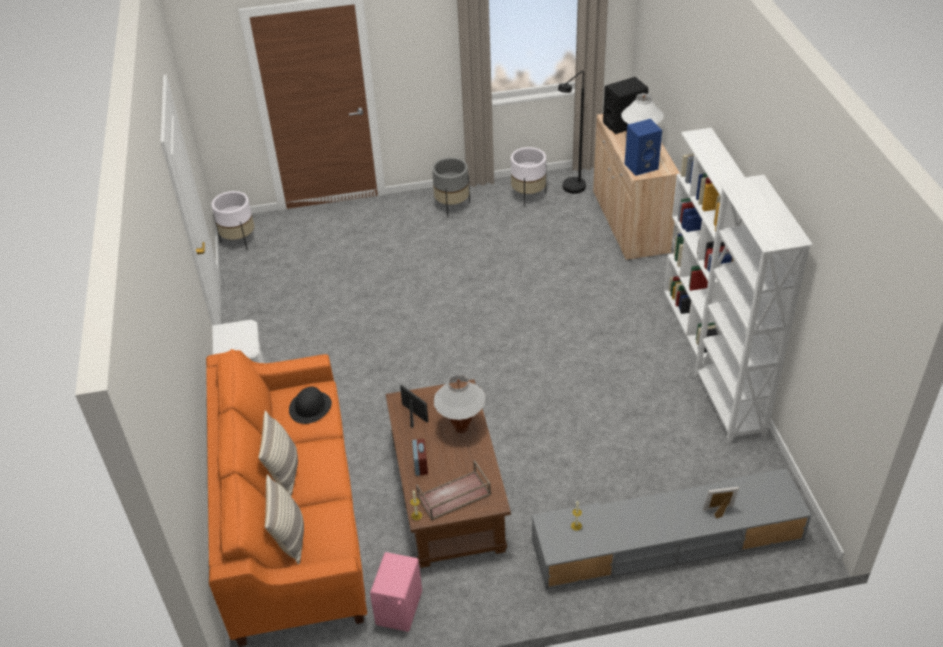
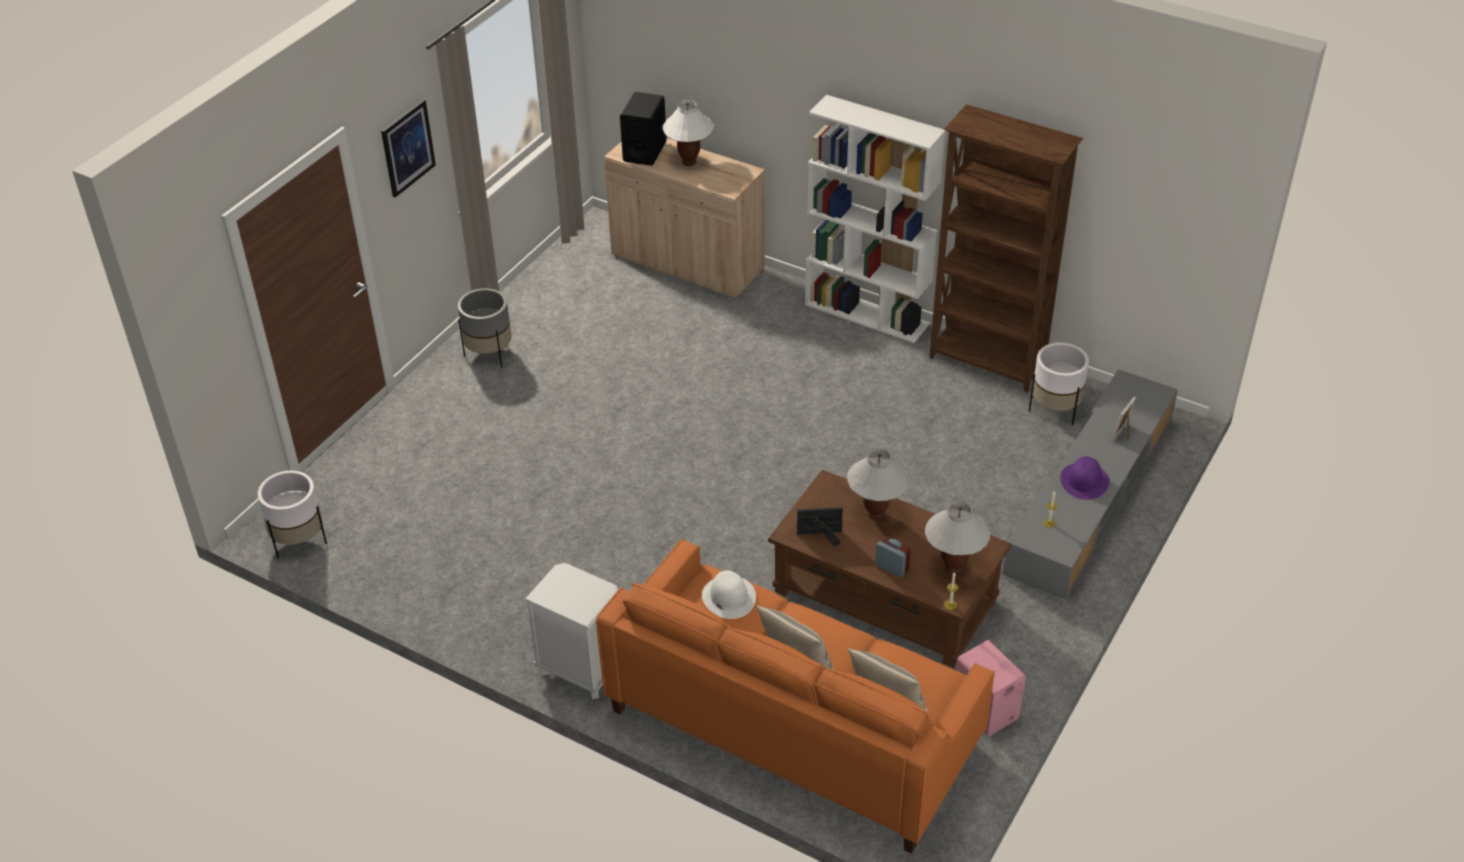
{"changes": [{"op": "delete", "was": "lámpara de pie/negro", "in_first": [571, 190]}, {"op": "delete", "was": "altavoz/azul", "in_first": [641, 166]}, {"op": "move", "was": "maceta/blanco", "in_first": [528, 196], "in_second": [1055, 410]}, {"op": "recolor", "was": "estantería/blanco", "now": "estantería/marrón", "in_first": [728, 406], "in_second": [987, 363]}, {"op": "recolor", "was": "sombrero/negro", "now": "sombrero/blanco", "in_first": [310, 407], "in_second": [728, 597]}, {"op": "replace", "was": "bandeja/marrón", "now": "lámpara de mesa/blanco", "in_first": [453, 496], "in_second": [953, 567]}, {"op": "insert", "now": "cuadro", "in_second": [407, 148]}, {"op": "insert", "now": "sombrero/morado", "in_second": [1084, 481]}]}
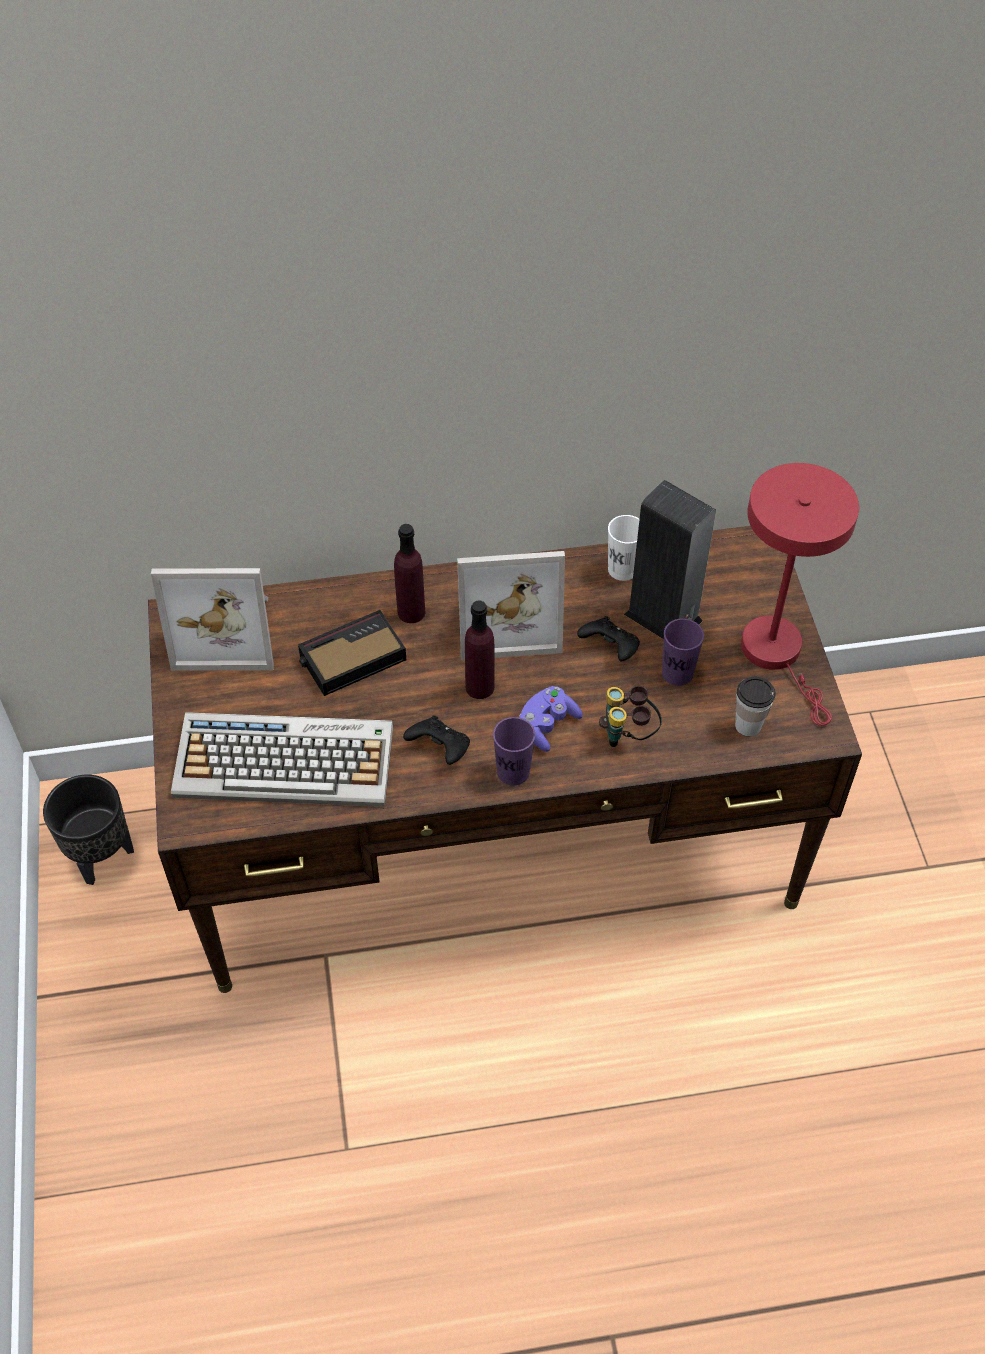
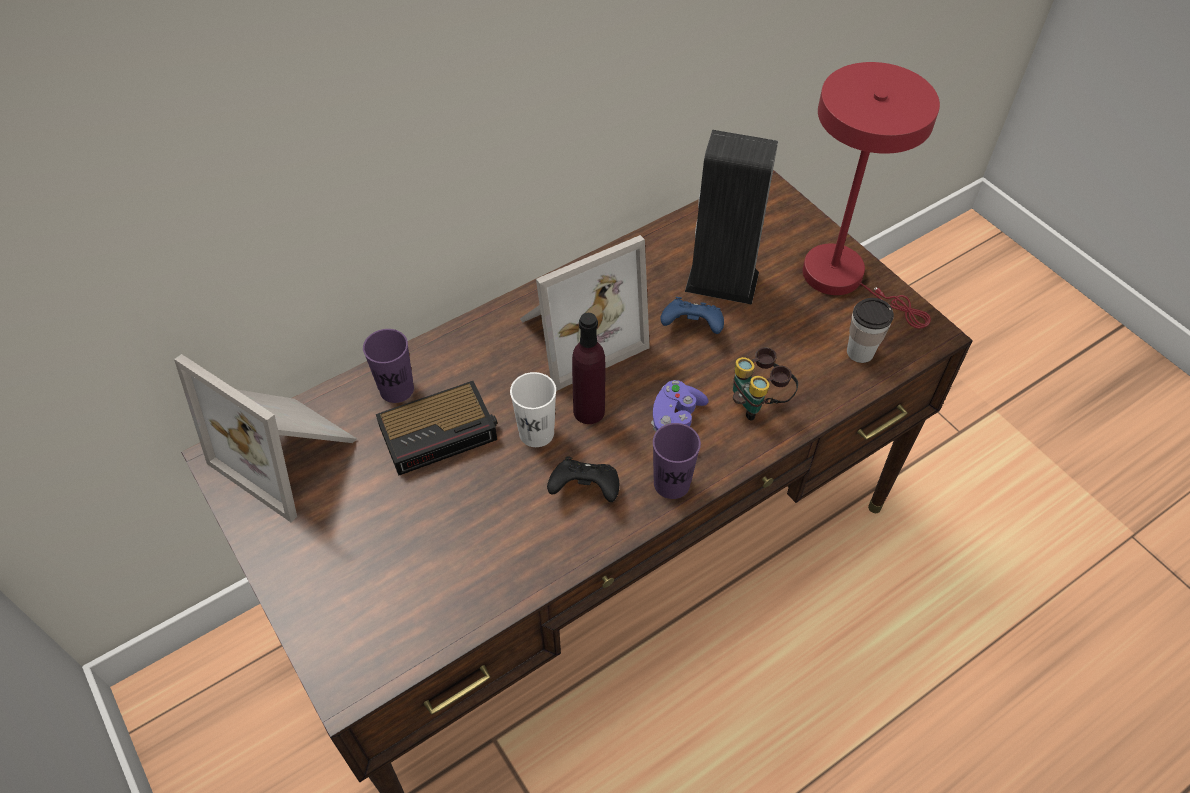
{"changes": [{"op": "move", "was": "taza/blanco", "in_first": [622, 569], "in_second": [536, 433]}, {"op": "delete", "was": "botella/morado", "in_first": [411, 612]}, {"op": "rotate", "was": "portarretratos", "in_first": [227, 631], "in_second": [289, 453], "clockwise": 60}, {"op": "rotate", "was": "despertador", "in_first": [350, 659], "in_second": [440, 432], "clockwise": -150}, {"op": "recolor", "was": "mando de consola/negro", "now": "mando de consola/azul", "in_first": [610, 649], "in_second": [691, 328]}, {"op": "move", "was": "taza/morado", "in_first": [677, 673], "in_second": [396, 389]}, {"op": "delete", "was": "teclado", "in_first": [287, 761]}, {"op": "delete", "was": "maceta/negro", "in_first": [101, 856]}]}
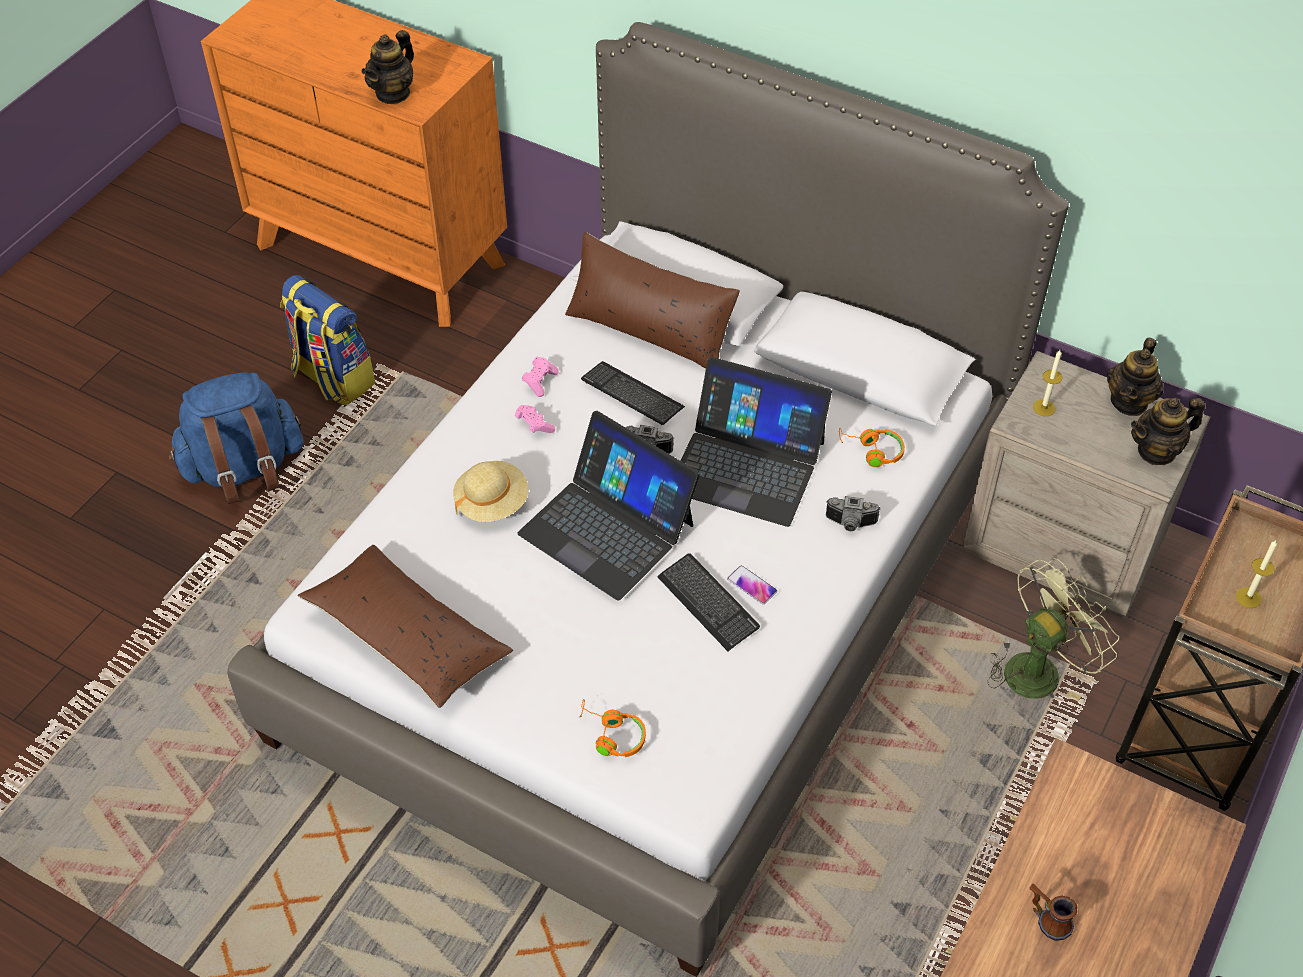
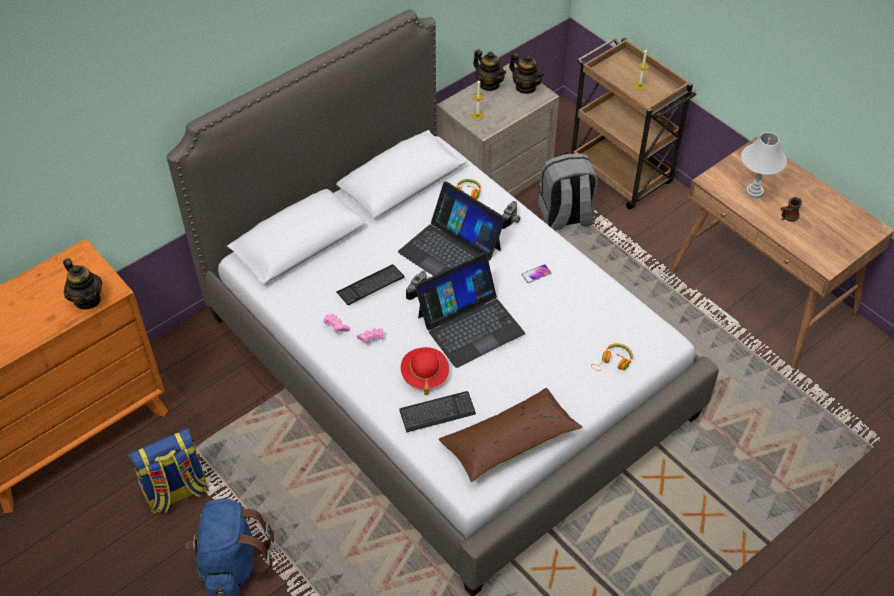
{"changes": [{"op": "delete", "was": "cojín/marrón", "in_first": [650, 330]}, {"op": "rotate", "was": "portátil", "in_first": [747, 465], "in_second": [450, 250], "clockwise": 90}, {"op": "rotate", "was": "tetera", "in_first": [1157, 451], "in_second": [525, 87], "clockwise": -45}, {"op": "recolor", "was": "sombrero/beis", "now": "sombrero/rojo", "in_first": [492, 503], "in_second": [424, 375]}, {"op": "move", "was": "teclado", "in_first": [708, 603], "in_second": [437, 412]}, {"op": "replace", "was": "ventilador/verde", "now": "mochila/gris", "in_first": [1039, 668], "in_second": [565, 217]}, {"op": "insert", "now": "lámpara de mesa/blanco", "in_second": [753, 192]}]}
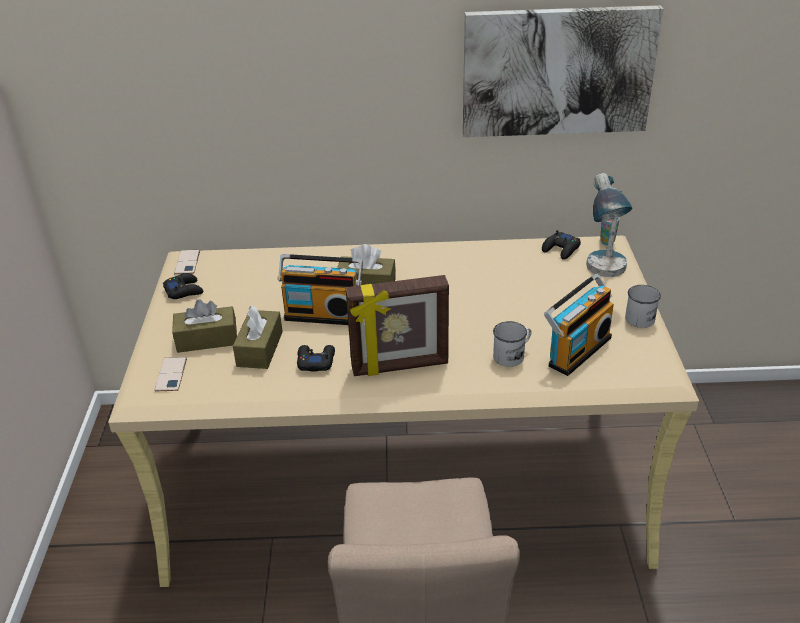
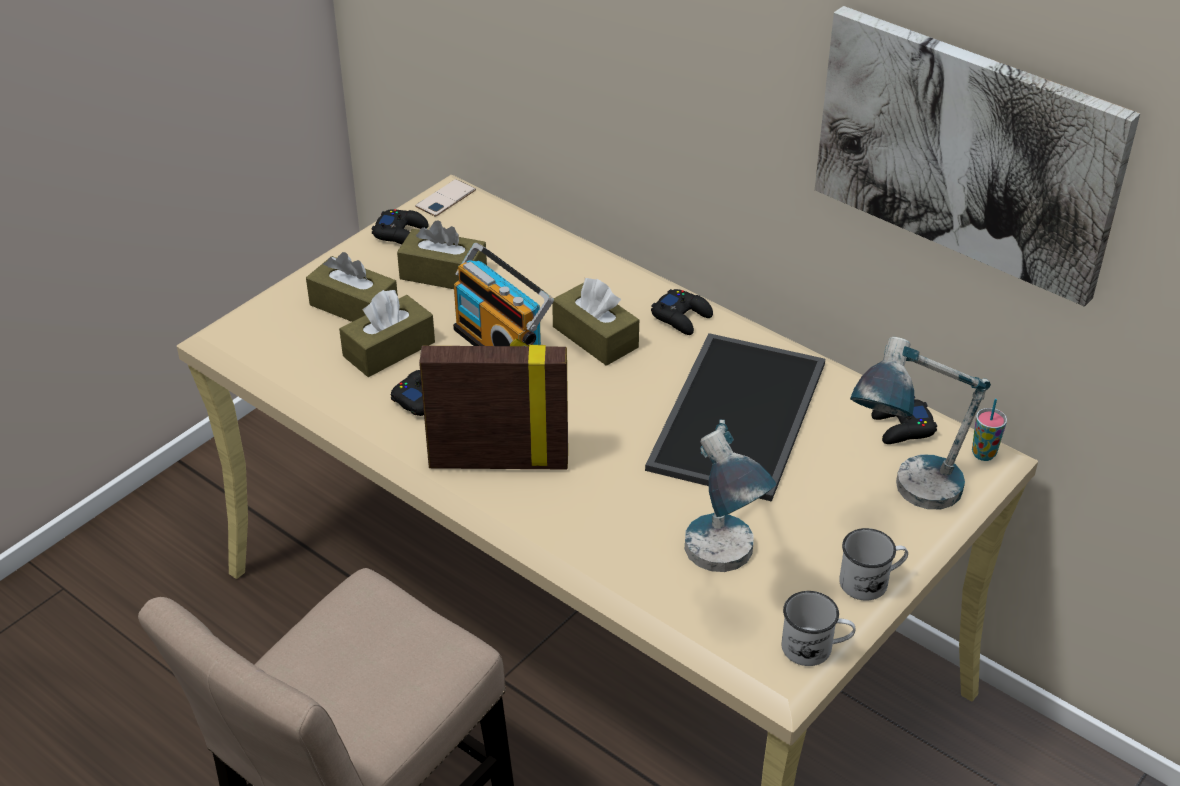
{"changes": [{"op": "replace", "was": "radio", "now": "lámpara de mesa", "in_first": [576, 350], "in_second": [722, 569]}, {"op": "rotate", "was": "portarretratos", "in_first": [400, 367], "in_second": [499, 460], "clockwise": 150}, {"op": "move", "was": "taza grande/blanco", "in_first": [512, 355], "in_second": [815, 648]}, {"op": "delete", "was": "móvil", "in_first": [171, 374]}, {"op": "insert", "now": "caja de pañuelos/marrón", "in_second": [443, 274]}, {"op": "insert", "now": "mando de consola/negro", "in_second": [682, 317]}, {"op": "insert", "now": "bandeja", "in_second": [735, 413]}]}
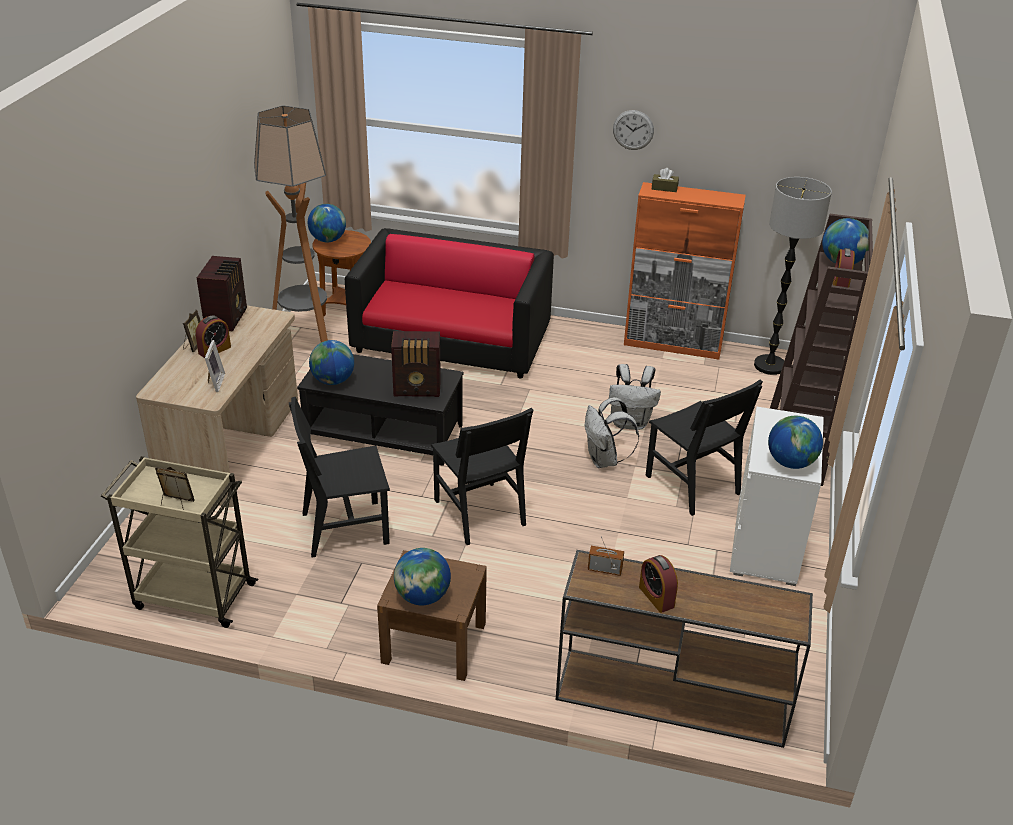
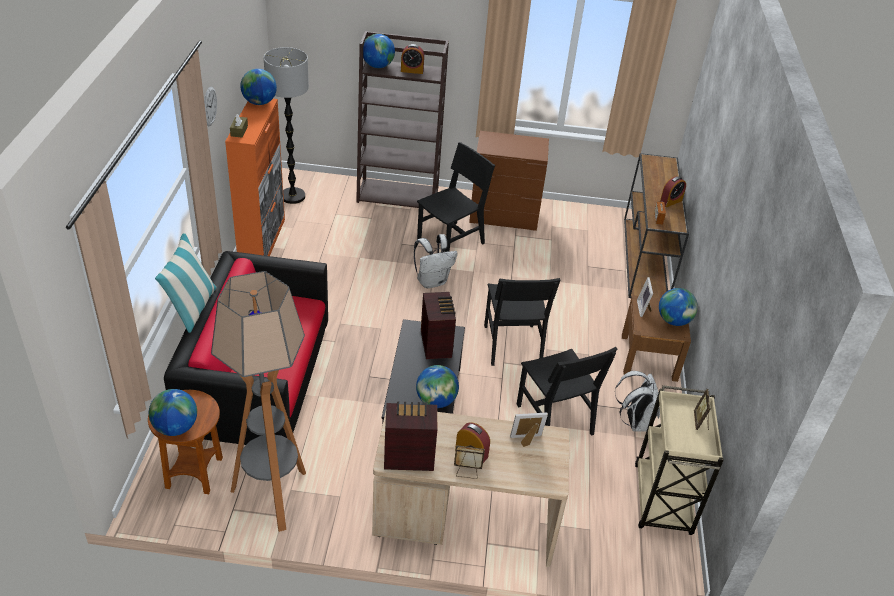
{"changes": [{"op": "move", "was": "mochila/blanco", "in_first": [630, 423], "in_second": [635, 421]}, {"op": "recolor", "was": "cómoda/blanco", "now": "cómoda/marrón", "in_first": [765, 545], "in_second": [504, 216]}, {"op": "rotate", "was": "silla/negro", "in_first": [479, 512], "in_second": [512, 344], "clockwise": 120}, {"op": "move", "was": "globo terráqueo", "in_first": [790, 463], "in_second": [259, 102]}, {"op": "insert", "now": "cojín", "in_second": [192, 309]}, {"op": "insert", "now": "portarretratos", "in_second": [644, 309]}]}
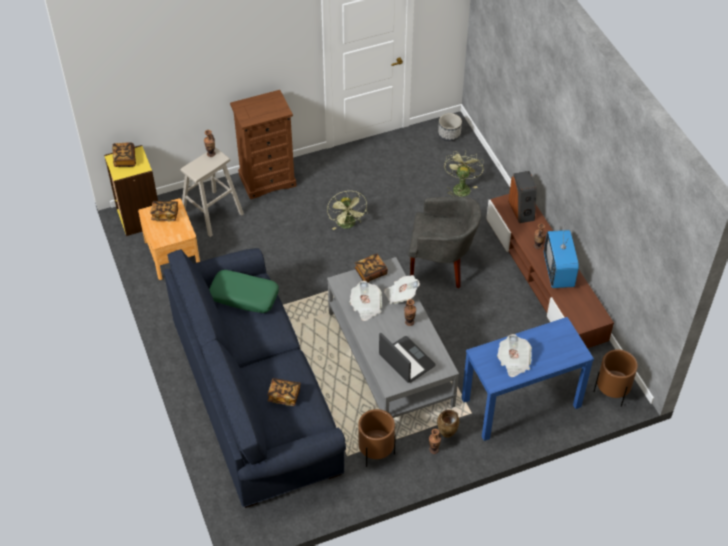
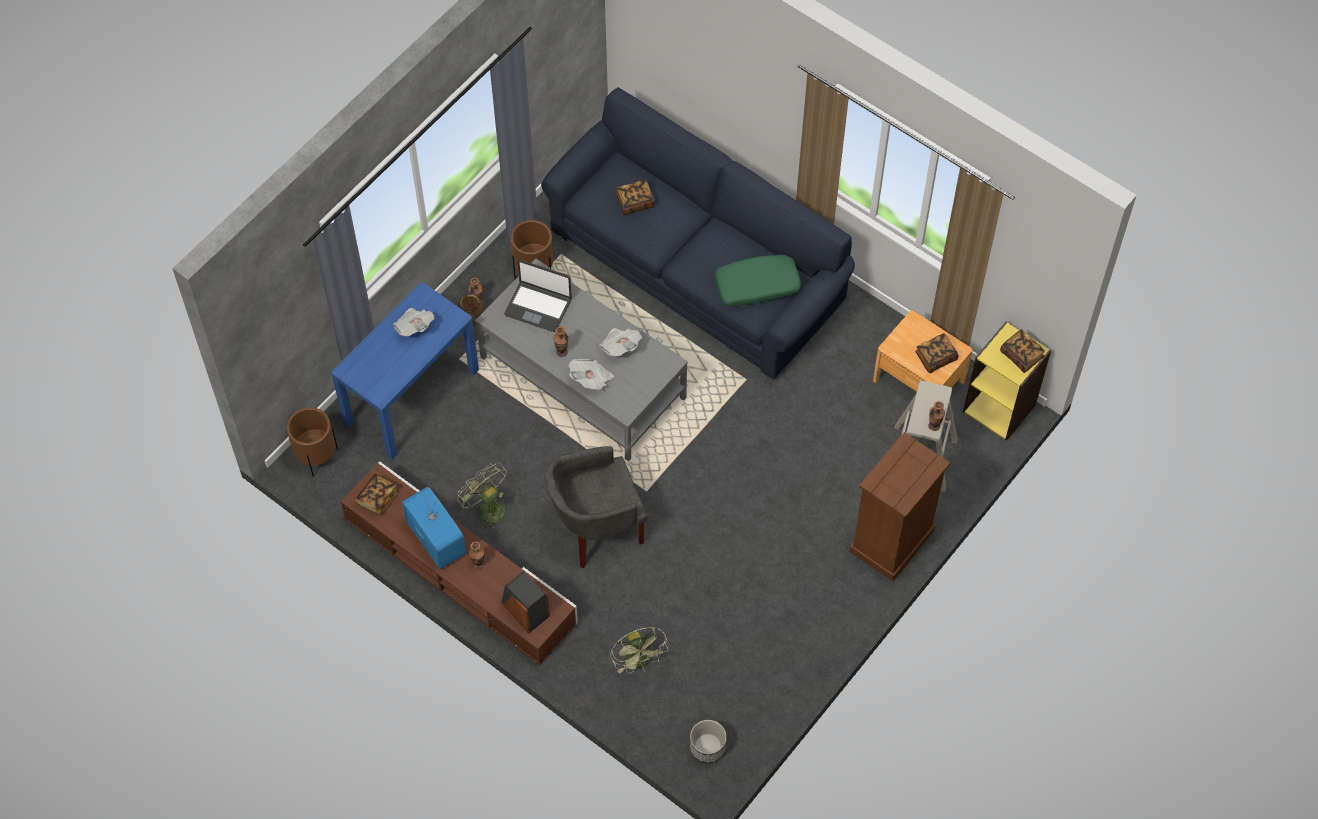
{"changes": [{"op": "move", "was": "ventilador/verde", "in_first": [348, 225], "in_second": [487, 508]}, {"op": "move", "was": "libro", "in_first": [371, 273], "in_second": [377, 498]}]}
